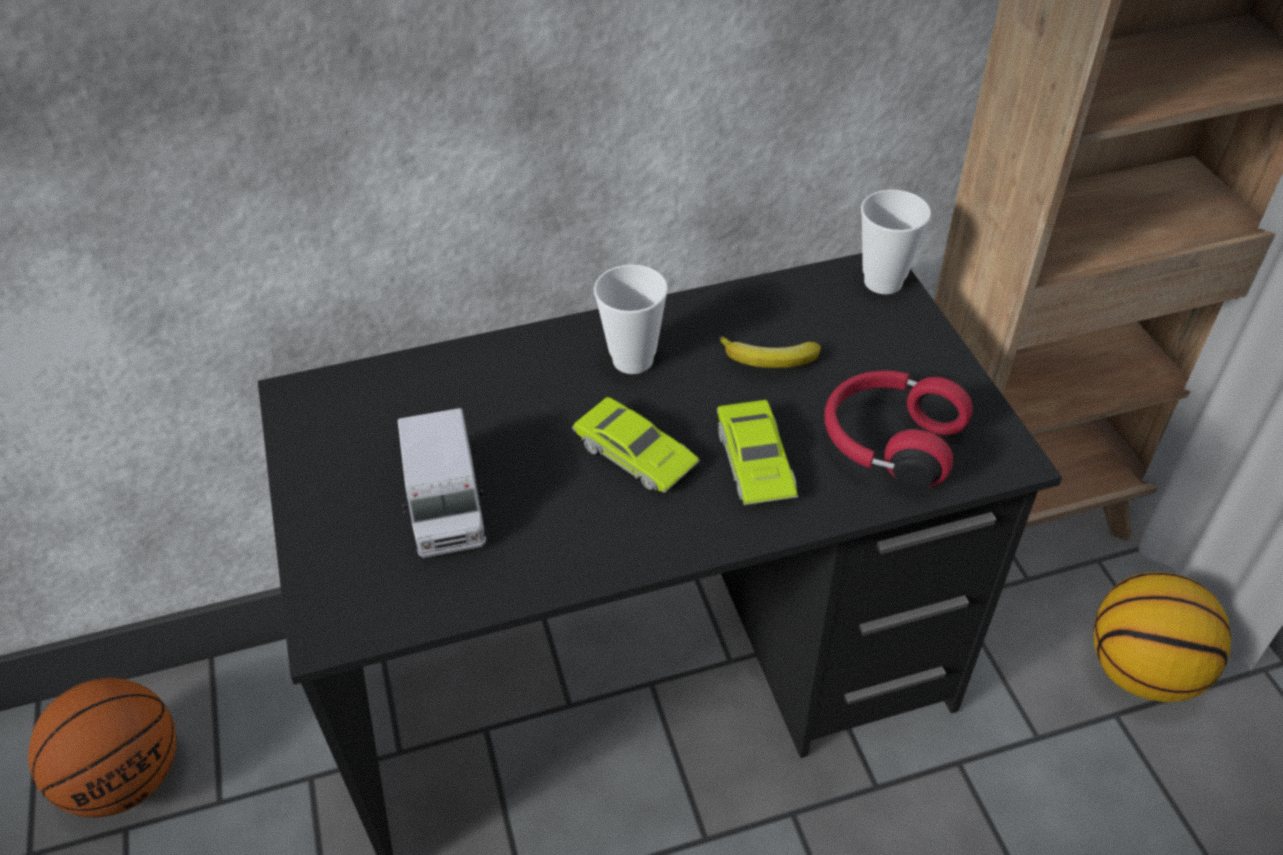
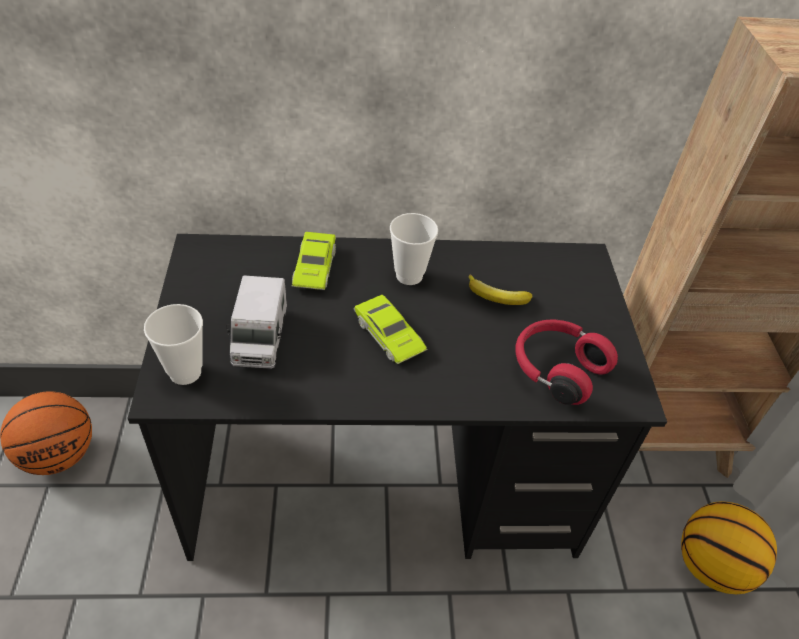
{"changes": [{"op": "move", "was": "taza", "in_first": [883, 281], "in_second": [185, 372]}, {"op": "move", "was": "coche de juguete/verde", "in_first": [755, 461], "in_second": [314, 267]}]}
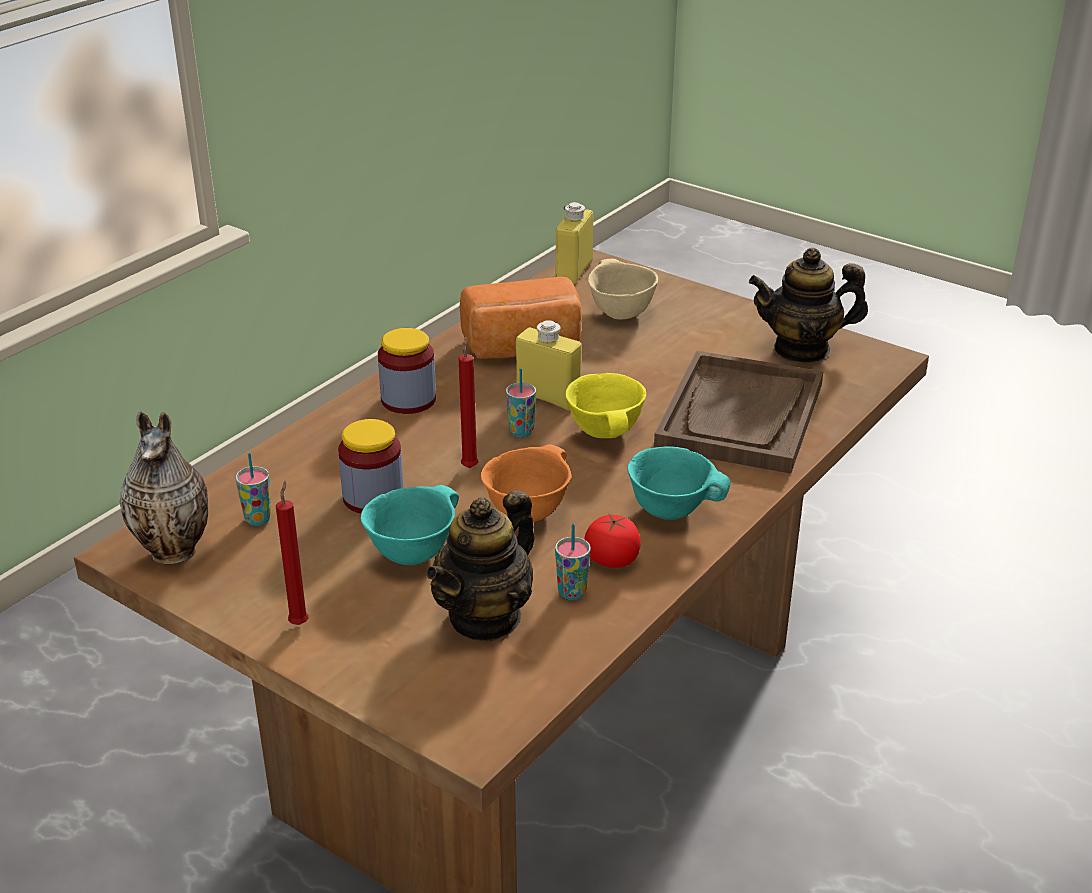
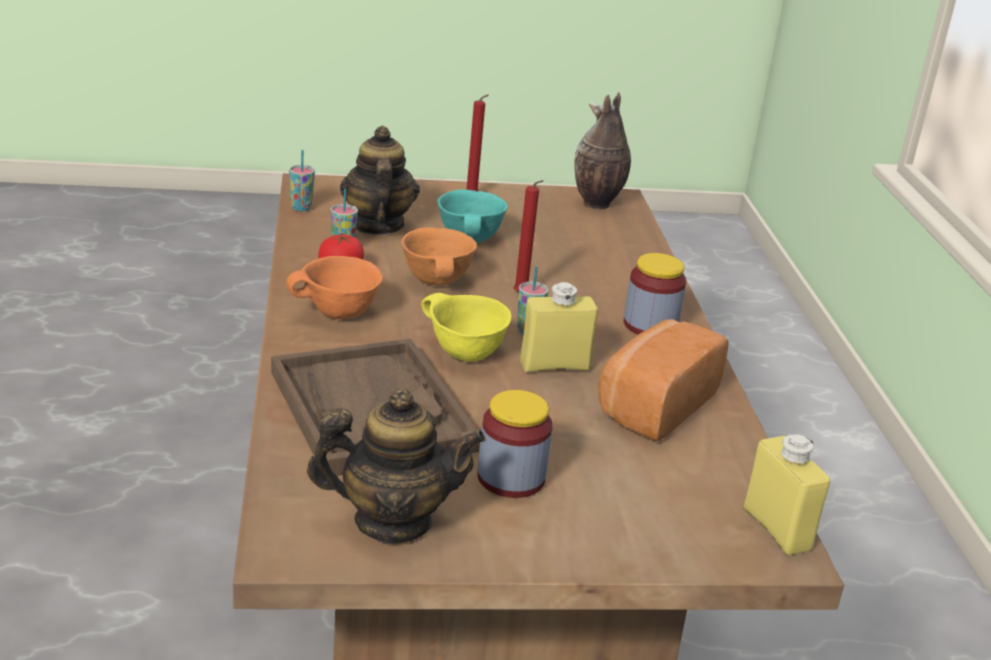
{"changes": [{"op": "rotate", "was": "tetera", "in_first": [802, 349], "in_second": [392, 521], "clockwise": 45}, {"op": "delete", "was": "cuenco/beis", "in_first": [619, 313]}, {"op": "move", "was": "tarro", "in_first": [373, 497], "in_second": [511, 478]}, {"op": "recolor", "was": "cuenco/turquesa", "now": "cuenco/naranja", "in_first": [671, 510], "in_second": [338, 314]}, {"op": "move", "was": "taza", "in_first": [258, 519], "in_second": [301, 208]}]}
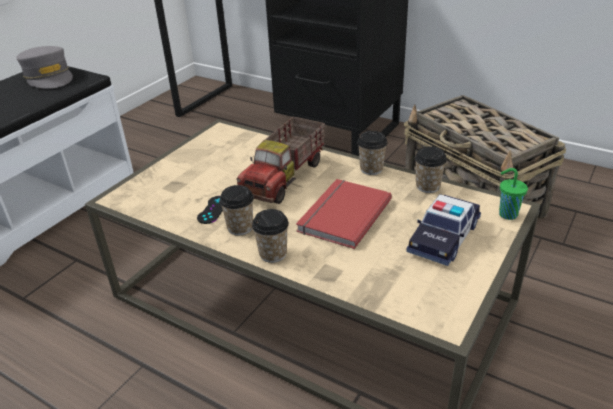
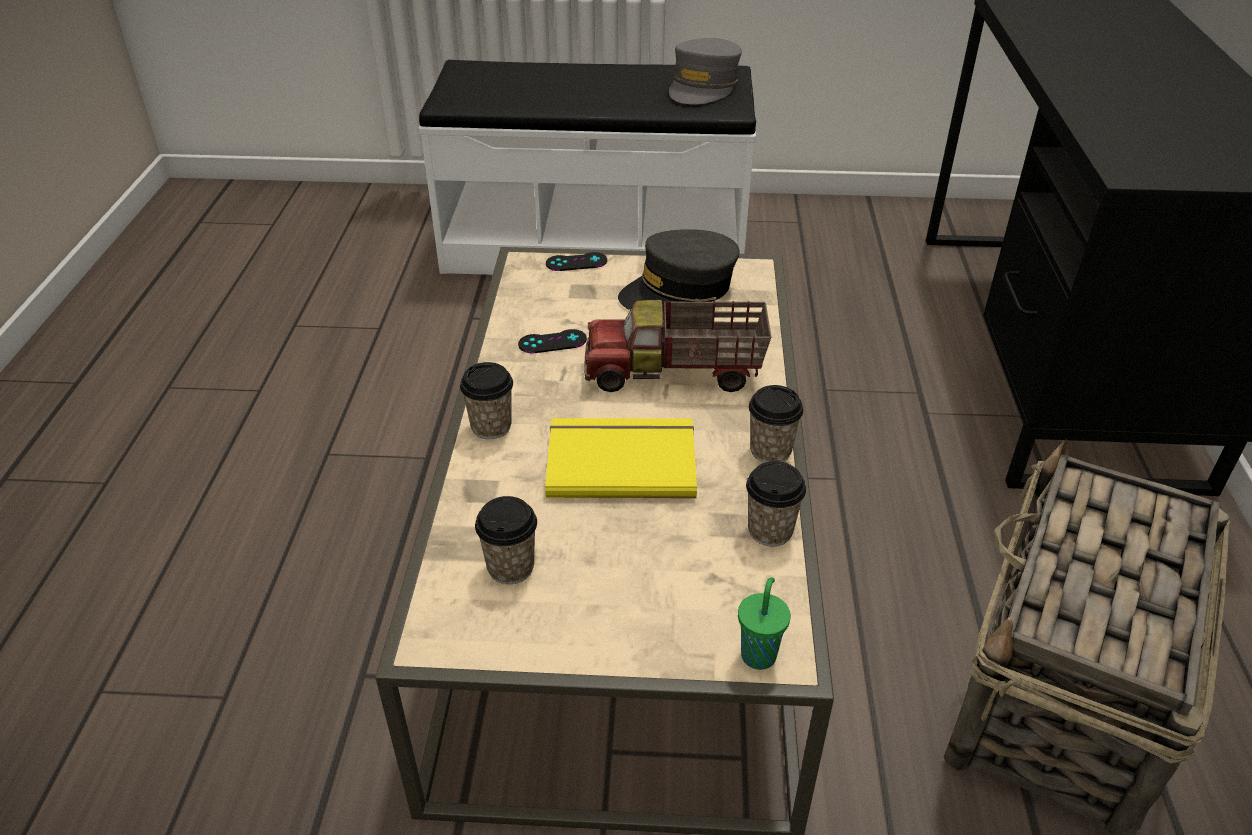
{"changes": [{"op": "recolor", "was": "libro/rojo", "now": "libro/amarillo", "in_first": [342, 215], "in_second": [620, 460]}, {"op": "move", "was": "taza", "in_first": [240, 228], "in_second": [510, 567]}, {"op": "delete", "was": "coche de juguete", "in_first": [444, 237]}, {"op": "insert", "now": "gorra/gris", "in_second": [679, 290]}, {"op": "insert", "now": "mando de consola/negro", "in_second": [576, 262]}]}
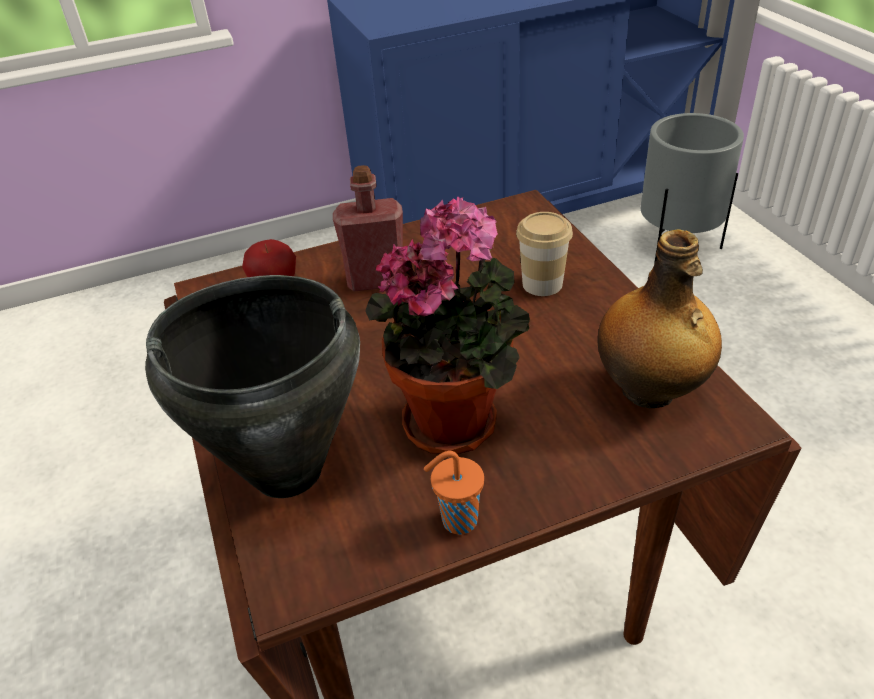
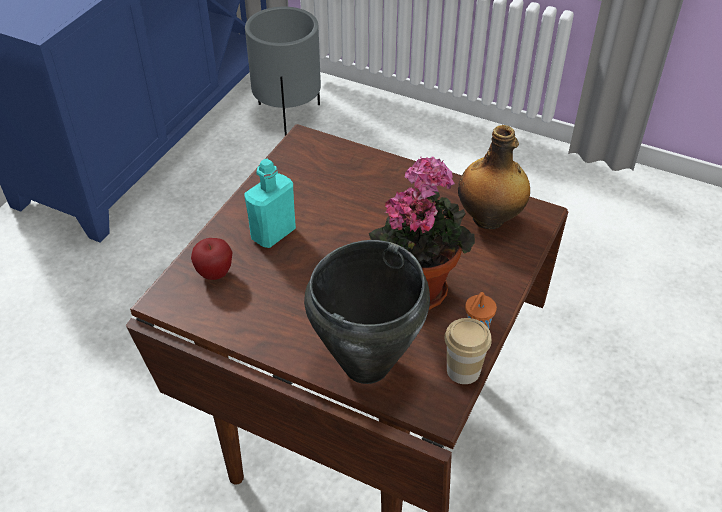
{"changes": [{"op": "recolor", "was": "botella/rojo", "now": "botella/turquesa", "in_first": [376, 280], "in_second": [273, 233]}, {"op": "move", "was": "taza", "in_first": [542, 284], "in_second": [463, 370]}]}
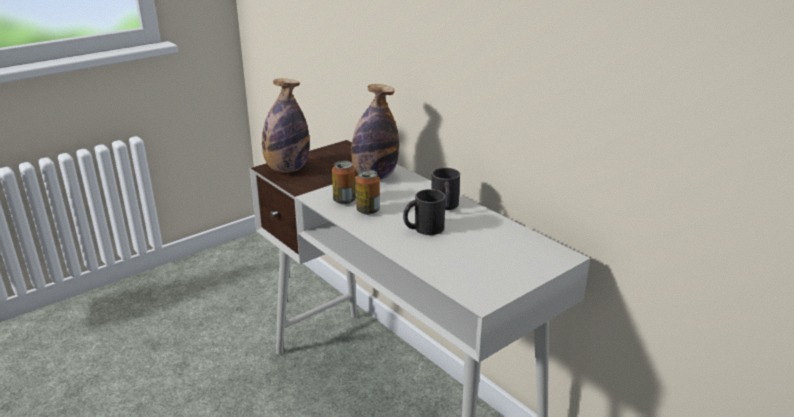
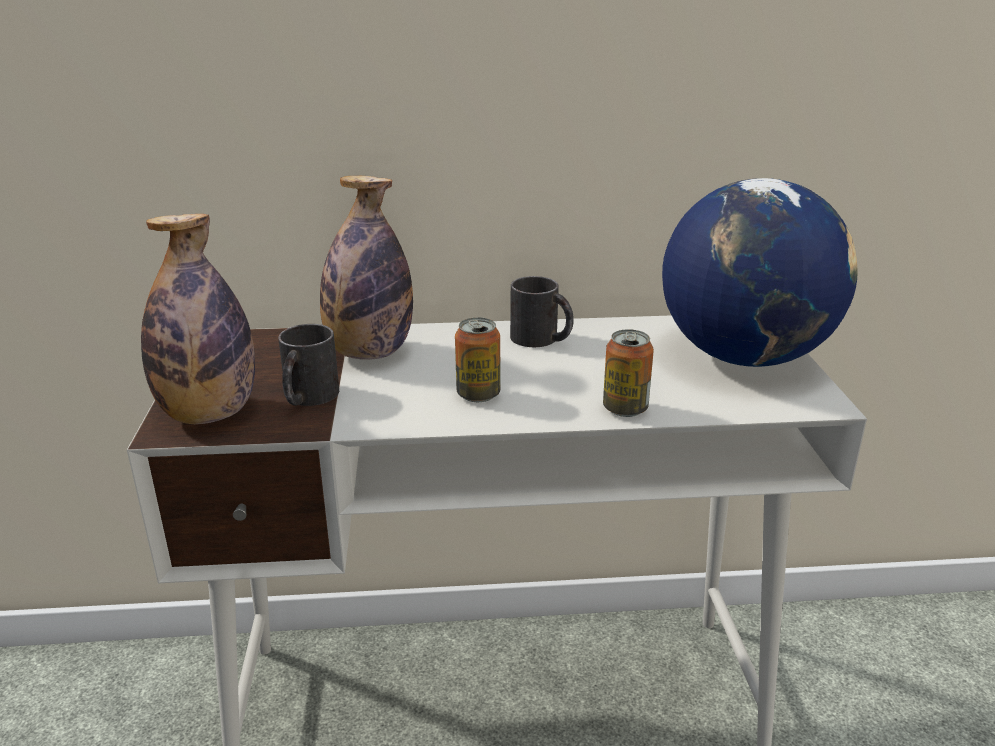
{"changes": [{"op": "move", "was": "lata", "in_first": [344, 200], "in_second": [625, 408]}, {"op": "move", "was": "taza grande/negro", "in_first": [423, 228], "in_second": [307, 398]}, {"op": "insert", "now": "globo terráqueo", "in_second": [745, 356]}]}
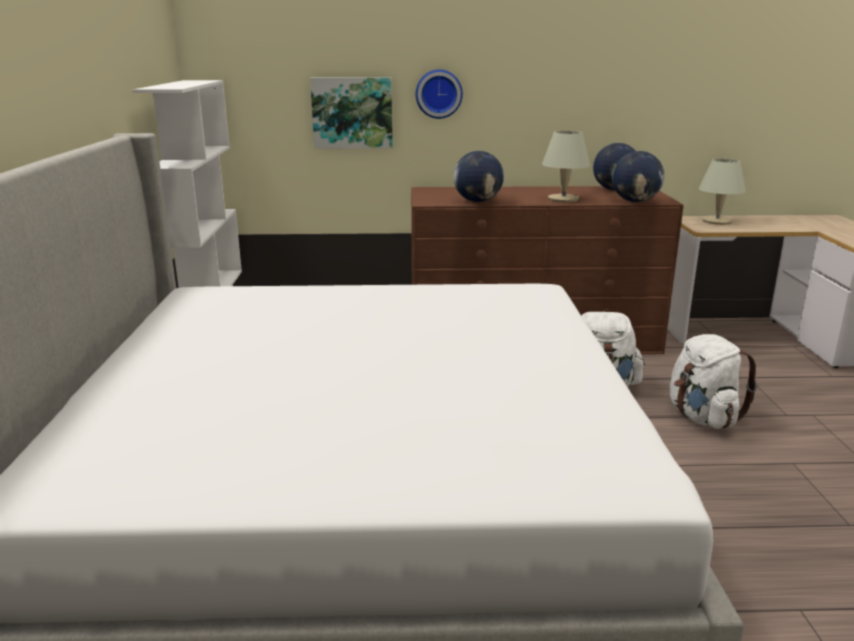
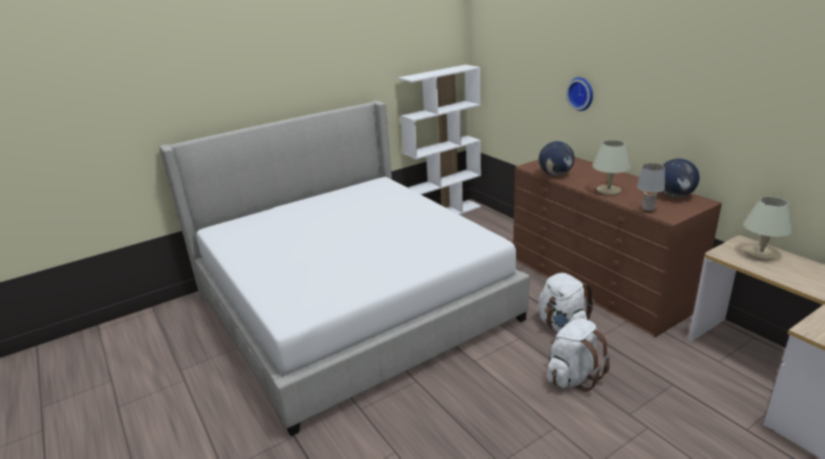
{"changes": [{"op": "delete", "was": "cuadro", "in_first": [352, 113]}, {"op": "replace", "was": "globo terráqueo", "now": "lámpara de mesa/gris", "in_first": [635, 201], "in_second": [648, 210]}]}
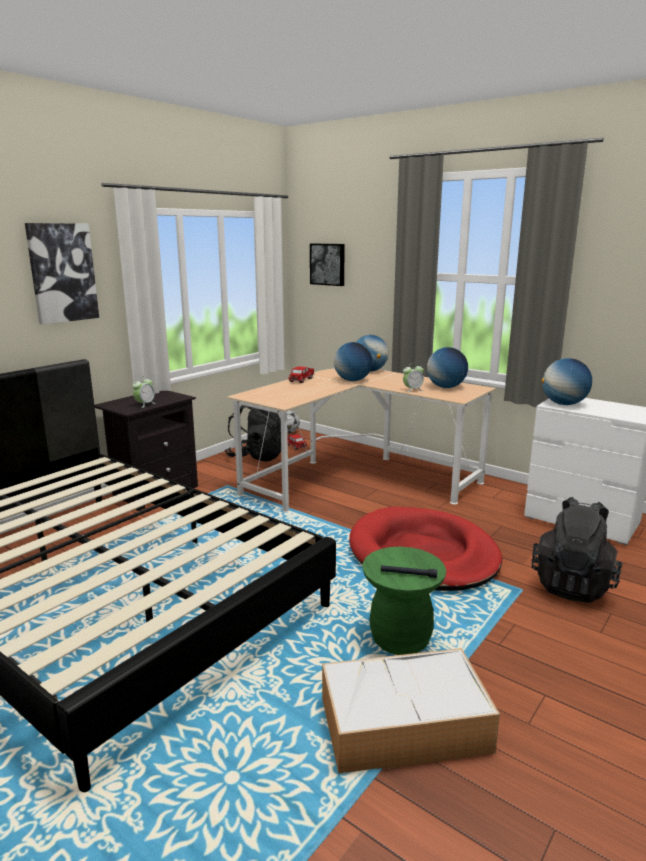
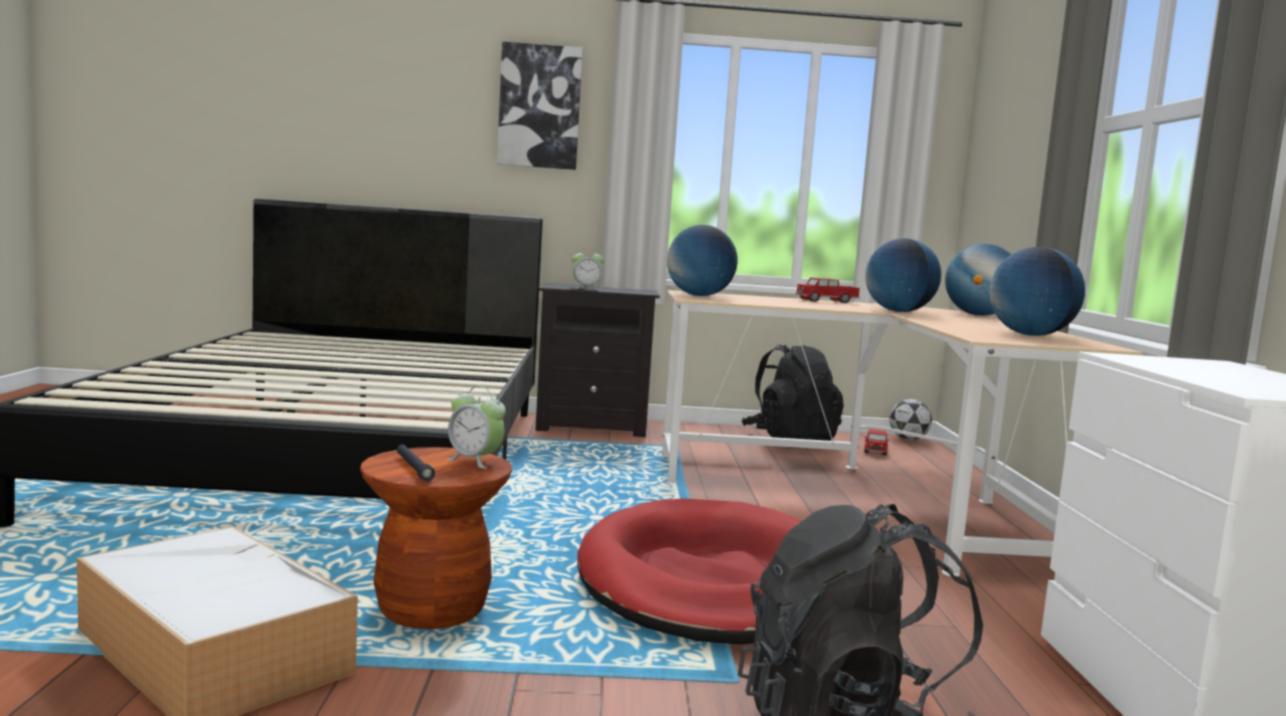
{"changes": [{"op": "delete", "was": "cuadro", "in_first": [328, 264]}, {"op": "move", "was": "globo terráqueo", "in_first": [564, 404], "in_second": [699, 296]}, {"op": "move", "was": "despertador", "in_first": [412, 390], "in_second": [474, 461]}, {"op": "recolor", "was": "taburete/verde", "now": "taburete/marrón", "in_first": [400, 639], "in_second": [432, 611]}]}
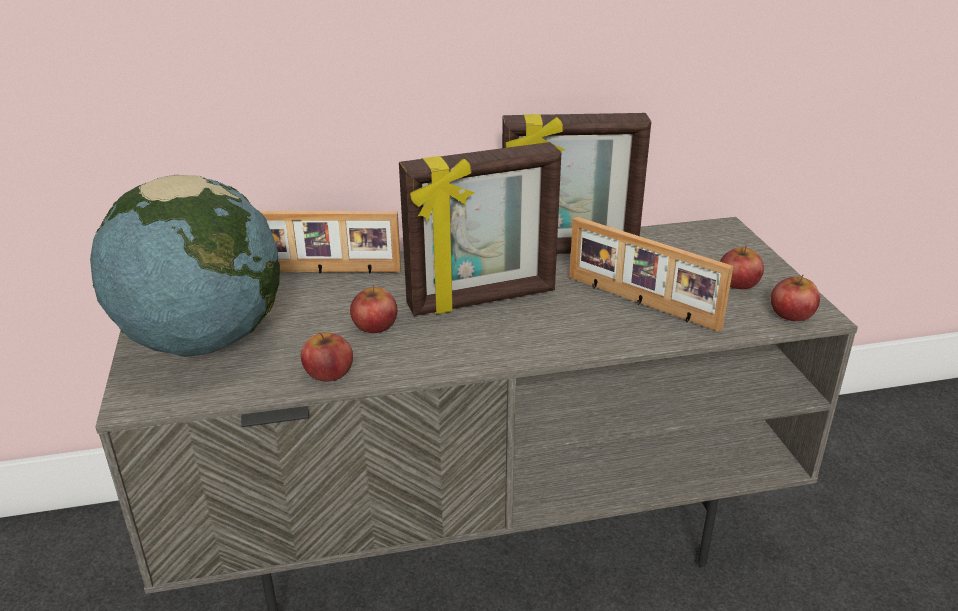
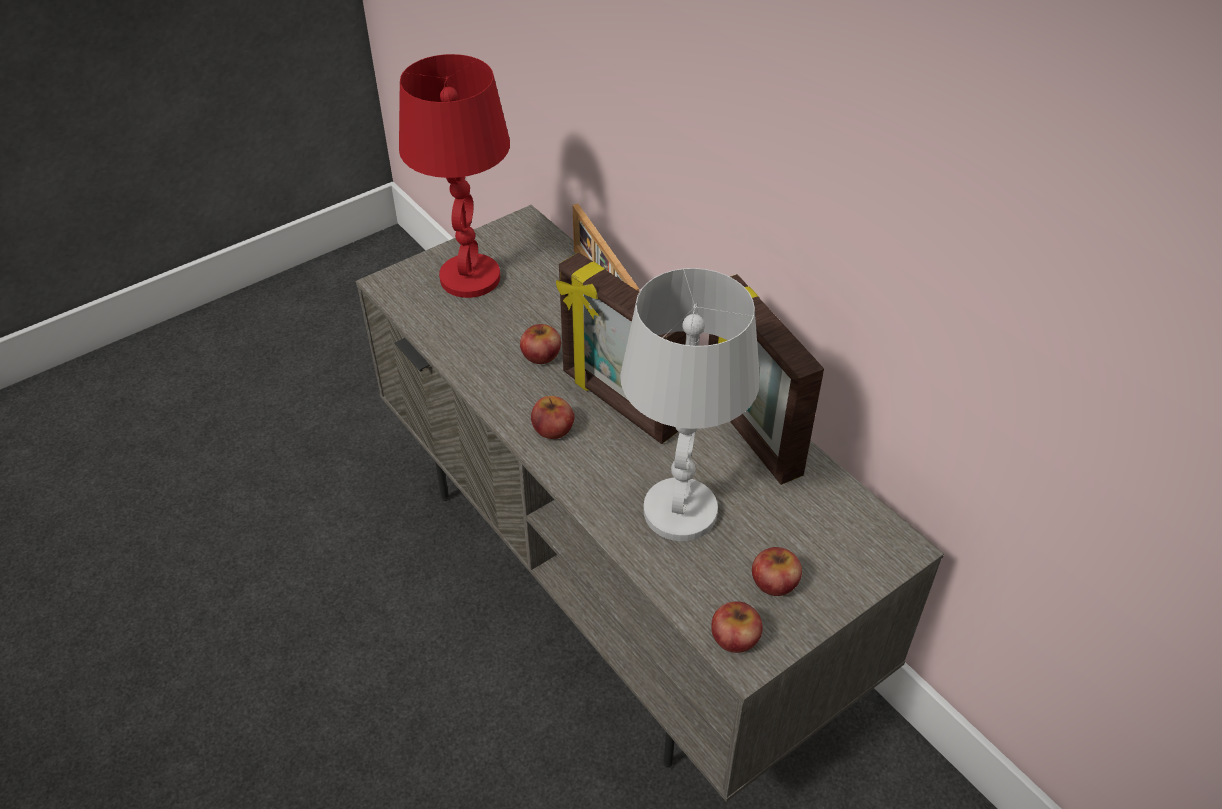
{"changes": [{"op": "replace", "was": "globo terráqueo", "now": "lámpara de mesa/rojo", "in_first": [202, 340], "in_second": [470, 277]}, {"op": "replace", "was": "portarretratos", "now": "lámpara de mesa/blanco", "in_first": [640, 303], "in_second": [680, 512]}, {"op": "move", "was": "manzana", "in_first": [328, 372], "in_second": [553, 428]}]}
